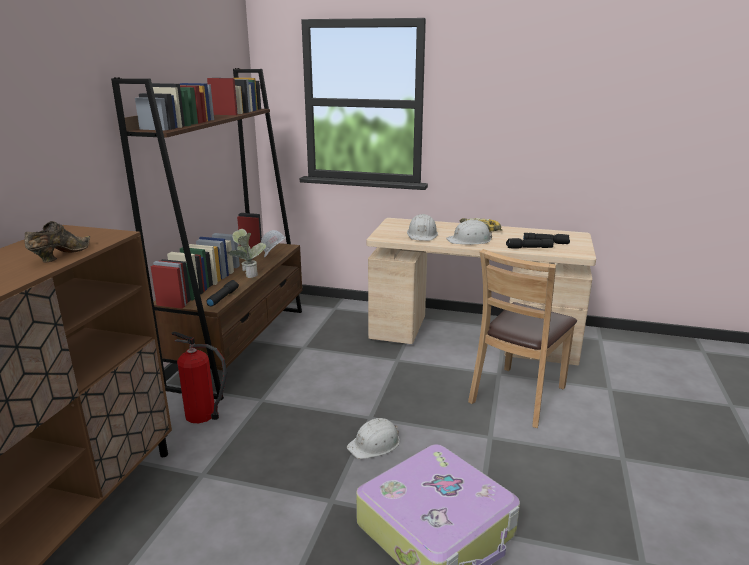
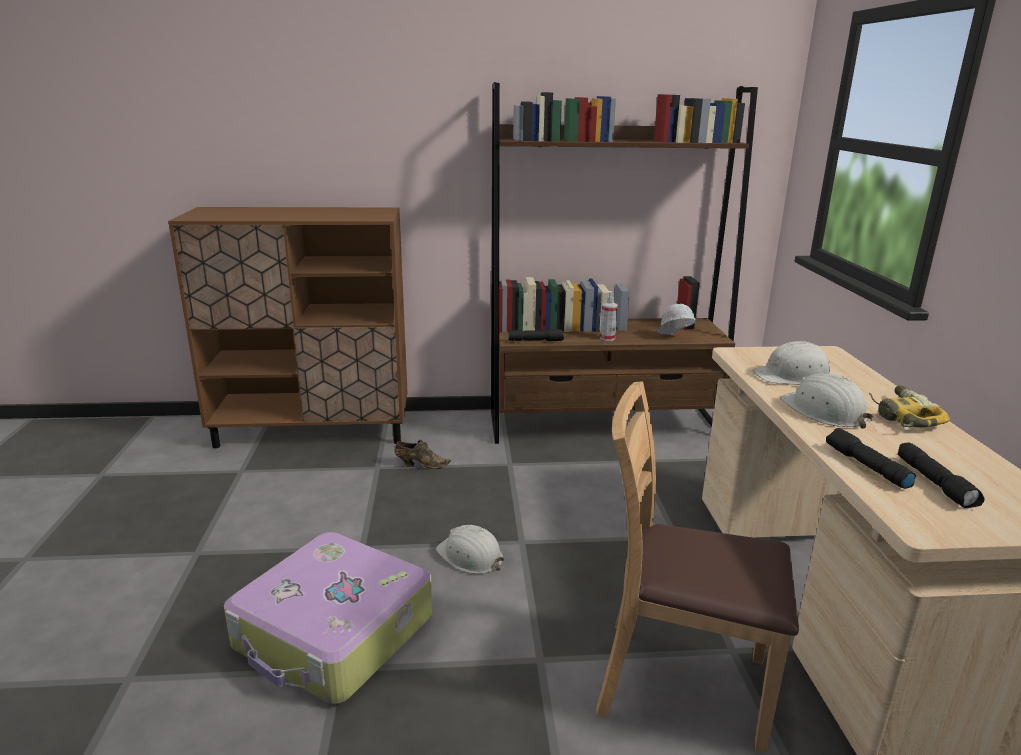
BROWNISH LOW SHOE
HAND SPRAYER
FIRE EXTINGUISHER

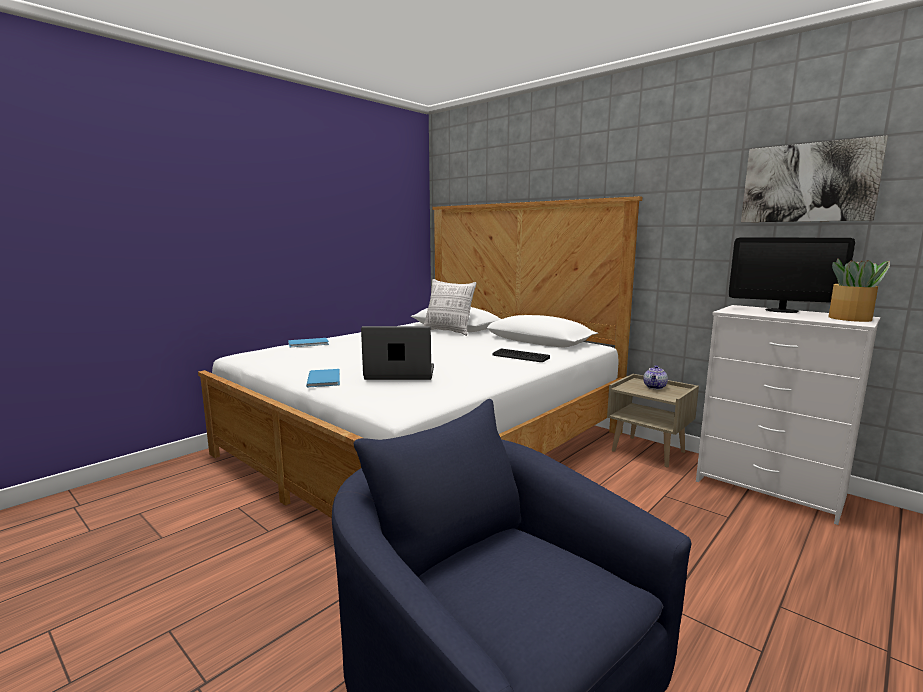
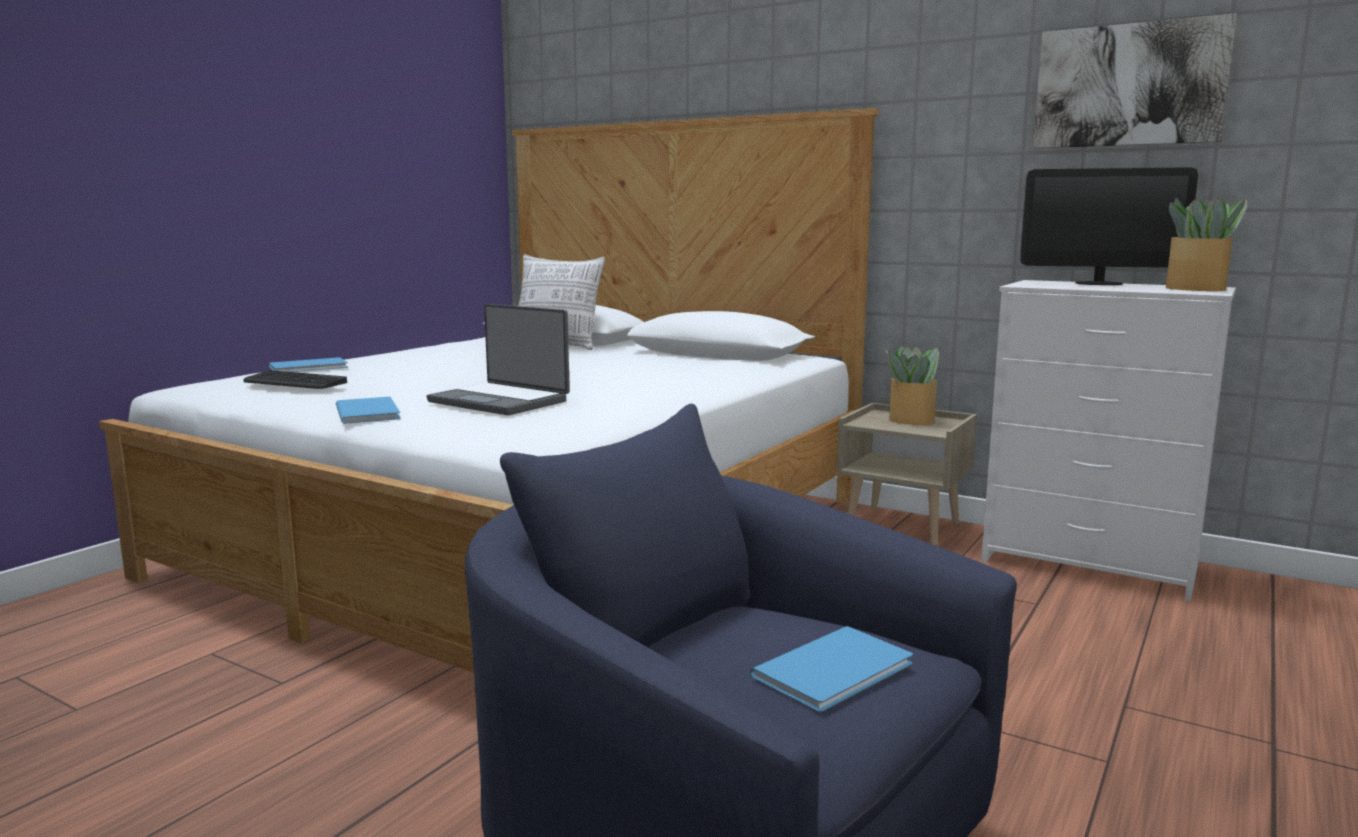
PC KEYBOARD
LAPTOP
BLUE-COLOURED BOUND BOOK (no. 3 from left)
PLANT IN A POT (no. 1 from left)

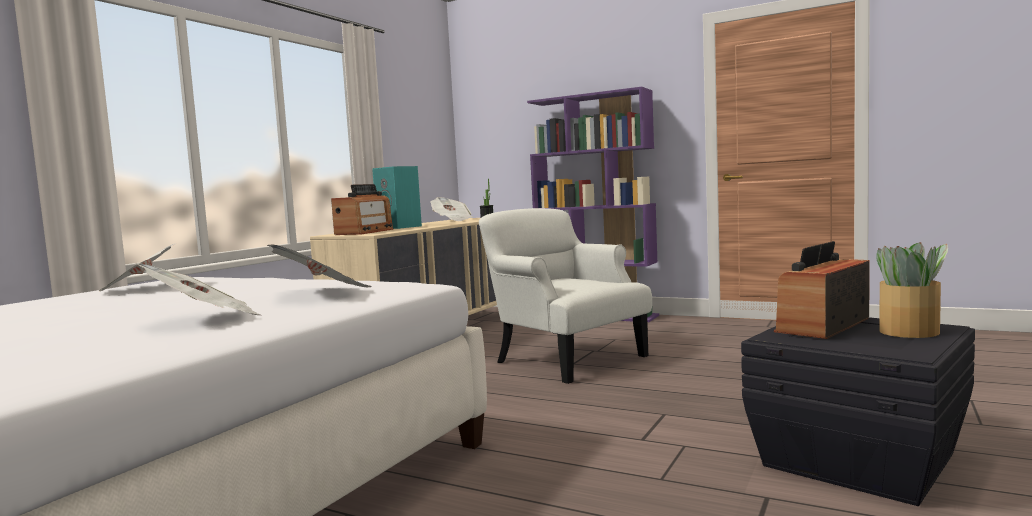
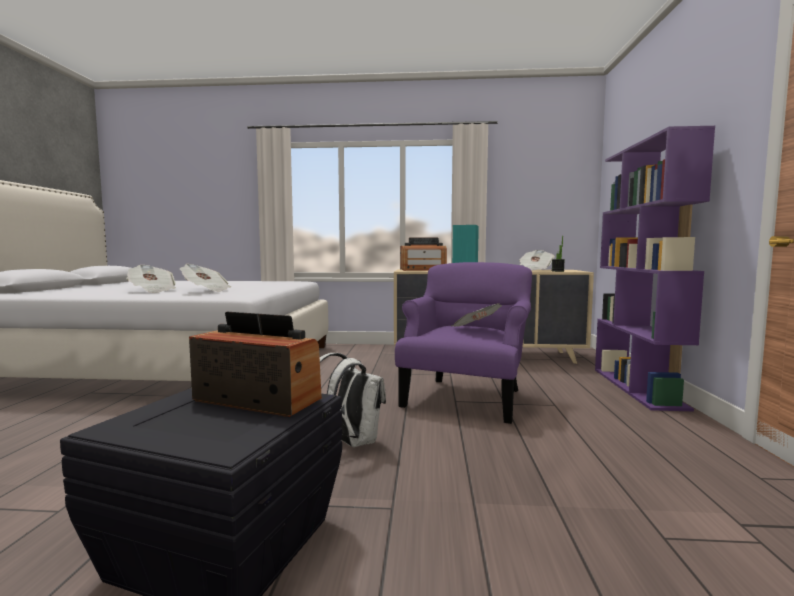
WHITE-COLOURED BACKPACK
PURPLE-COLOURED LOUNGE CHAIR
DAILY PAPER (no. 3 from left)
PLANT IN A POT (no. 2 from left in the first image)

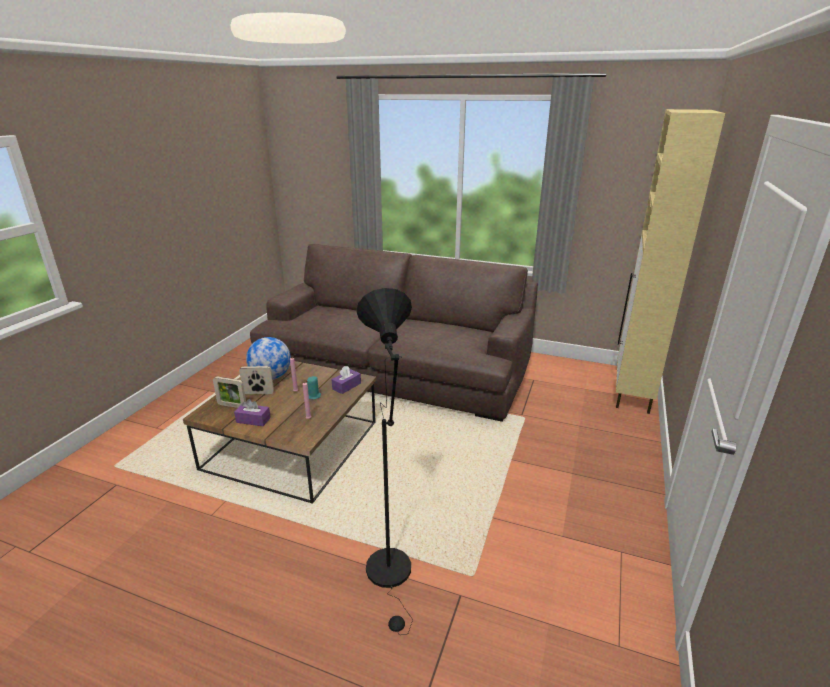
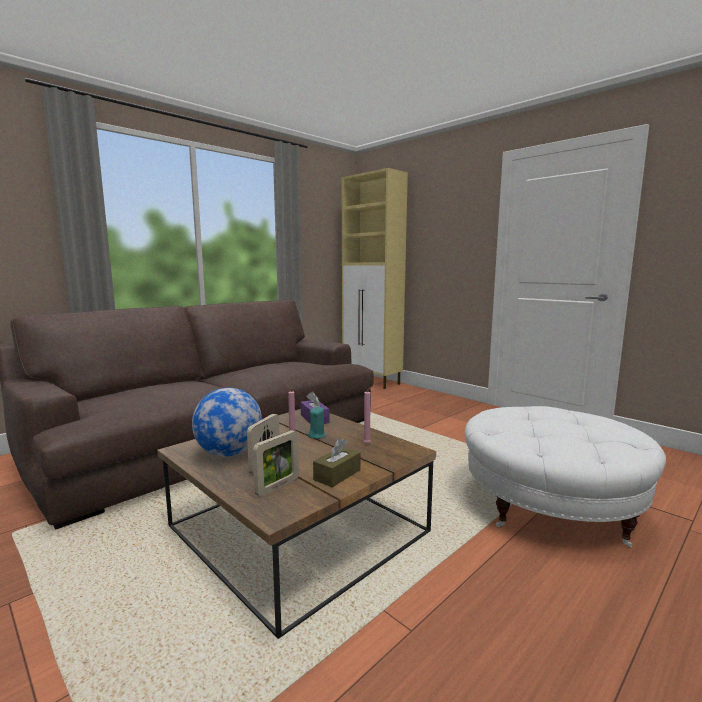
BROWNISH TISSUE BOX
WHITE-COLOURED FOOTREST

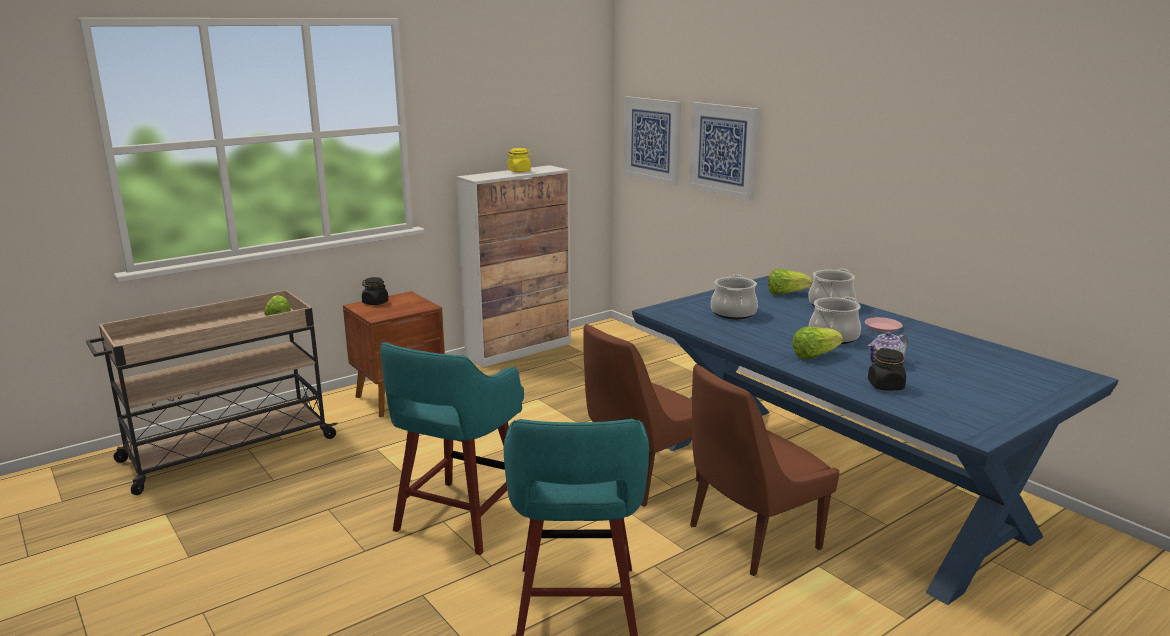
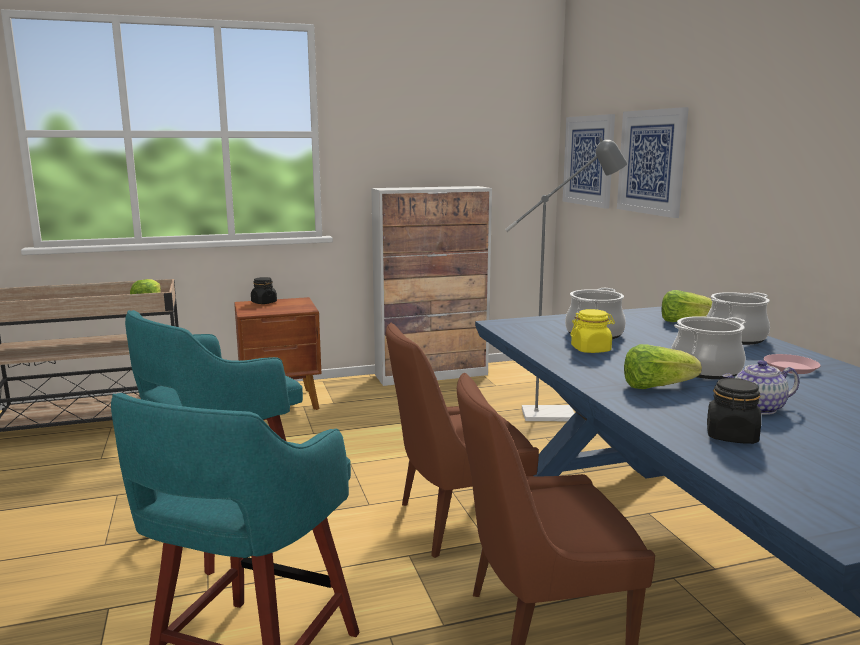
GREYISH STANDARD LAMP
YELLOWISH STORAGE JAR

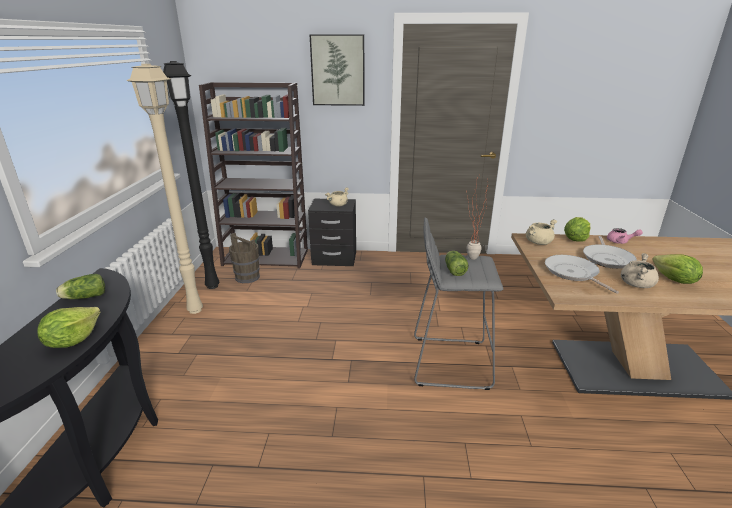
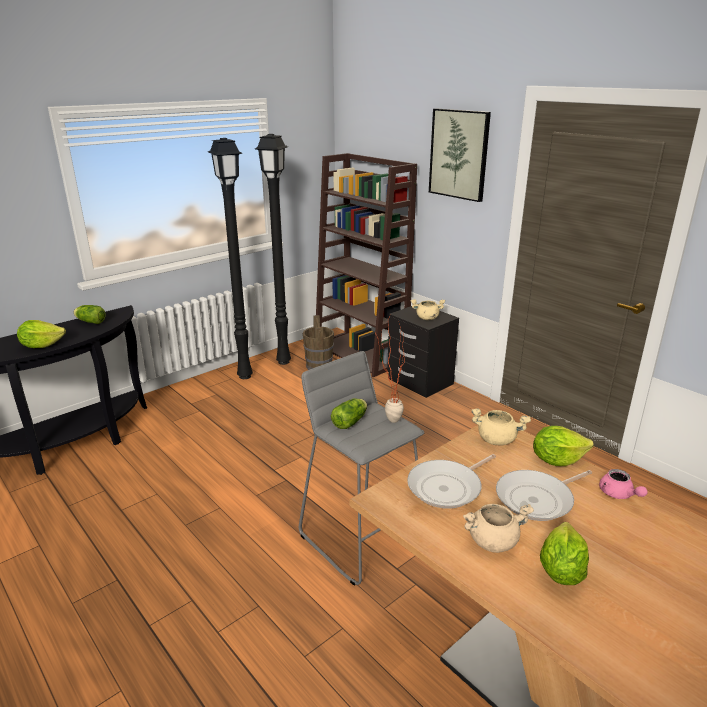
BLACK-COLOURED STANDARD LAMP (no. 1 from left)
FRYING PAN (no. 1 from left)

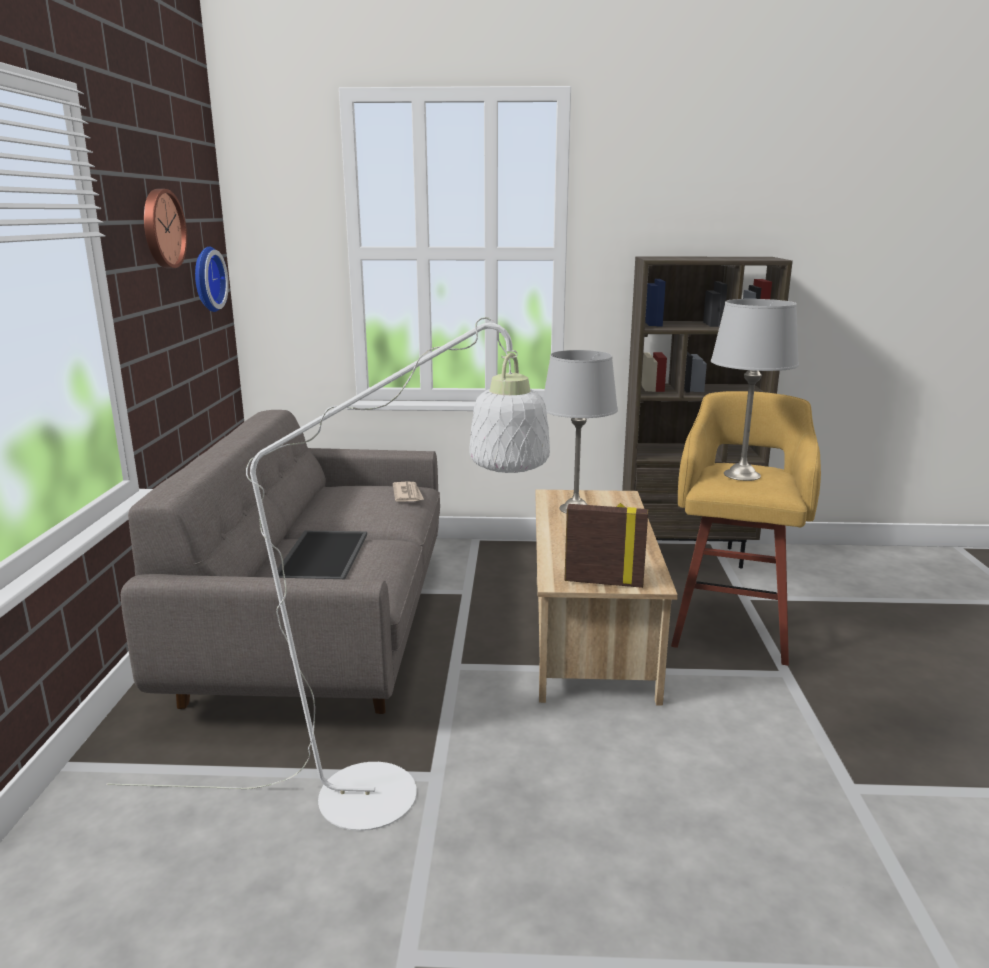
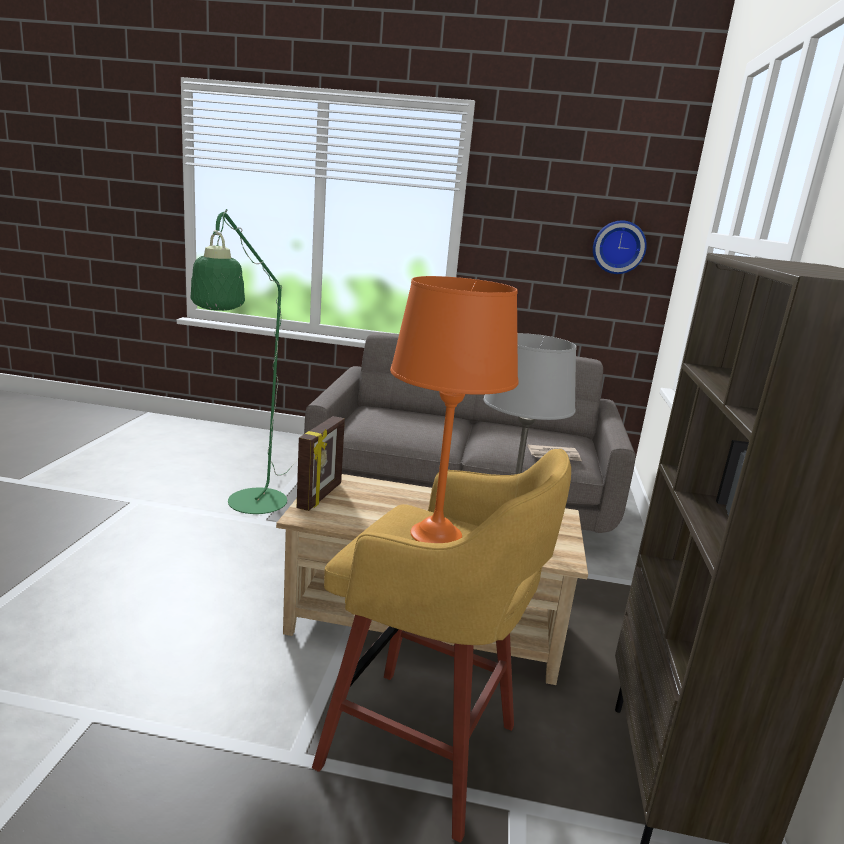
GREEN-COLOURED STANDARD LAMP
ORANGEY TABLETOP LAMP
CLOCK ON THE WALL (no. 1 from left in the first image)
CARRYING TRAY

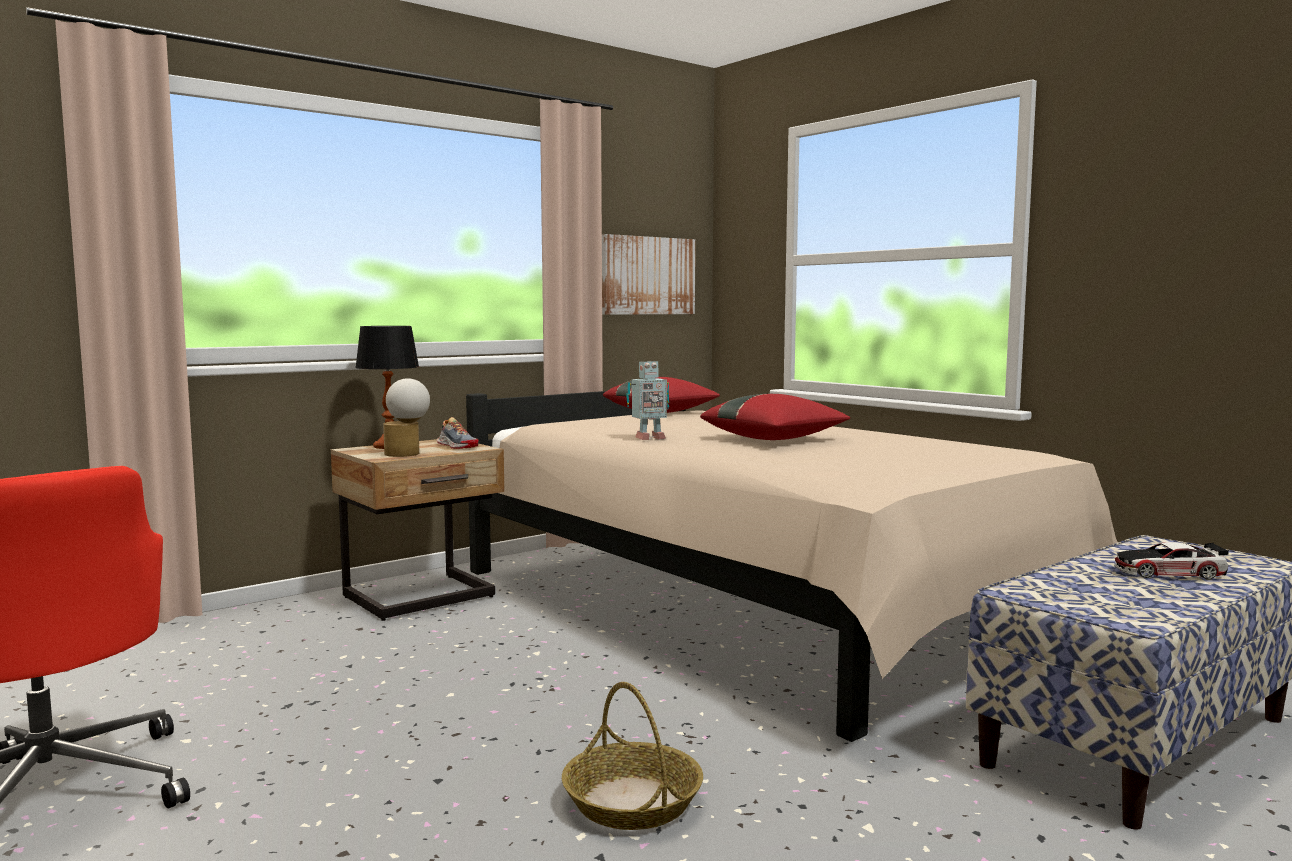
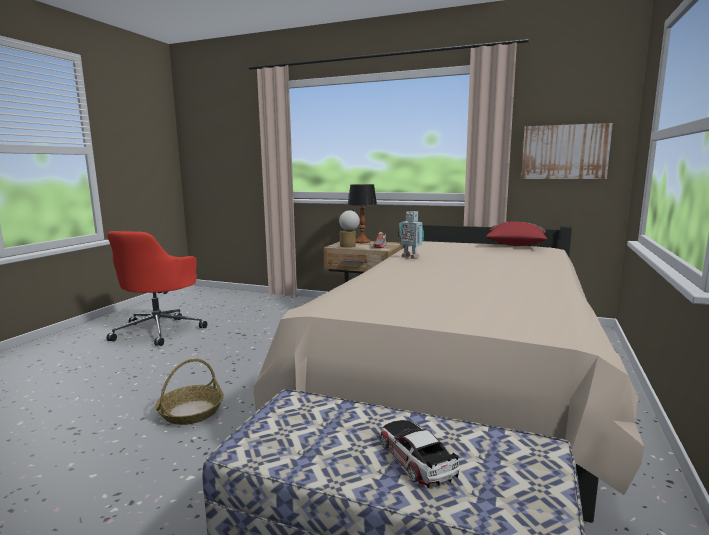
RED-COLOURED PILLOW (no. 2 from left in the first image)

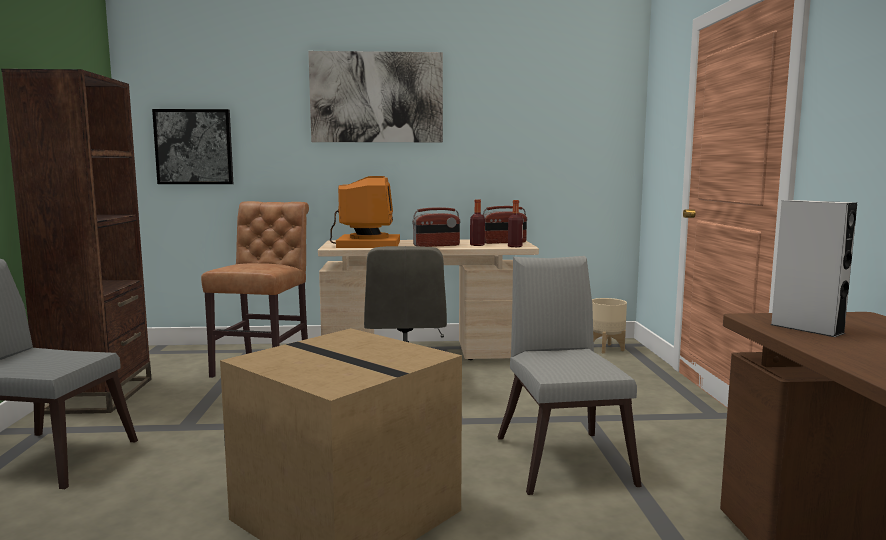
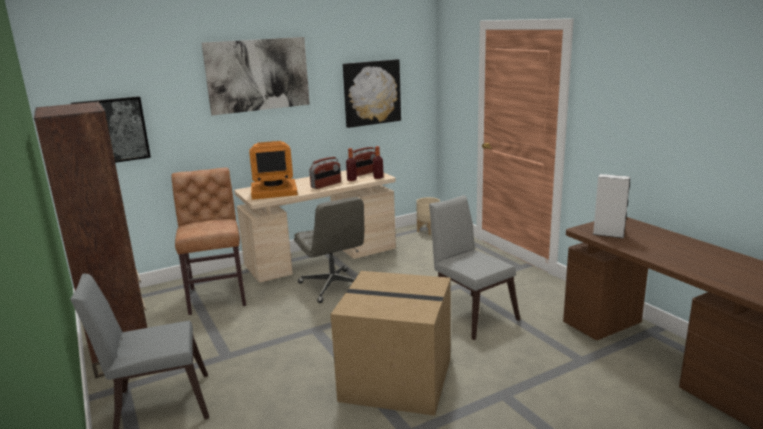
COMPUTER DISPLAY
PICTURE (no. 3 from left)

